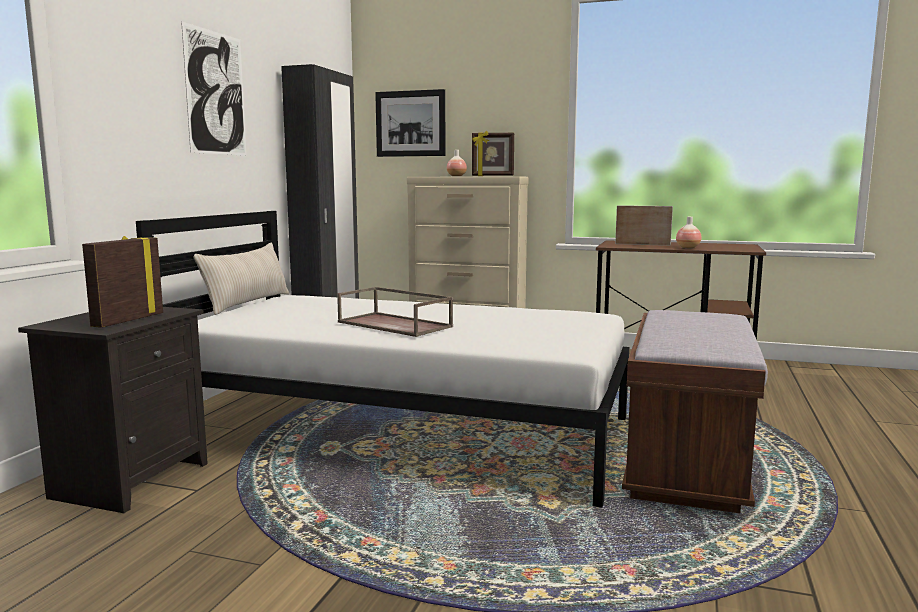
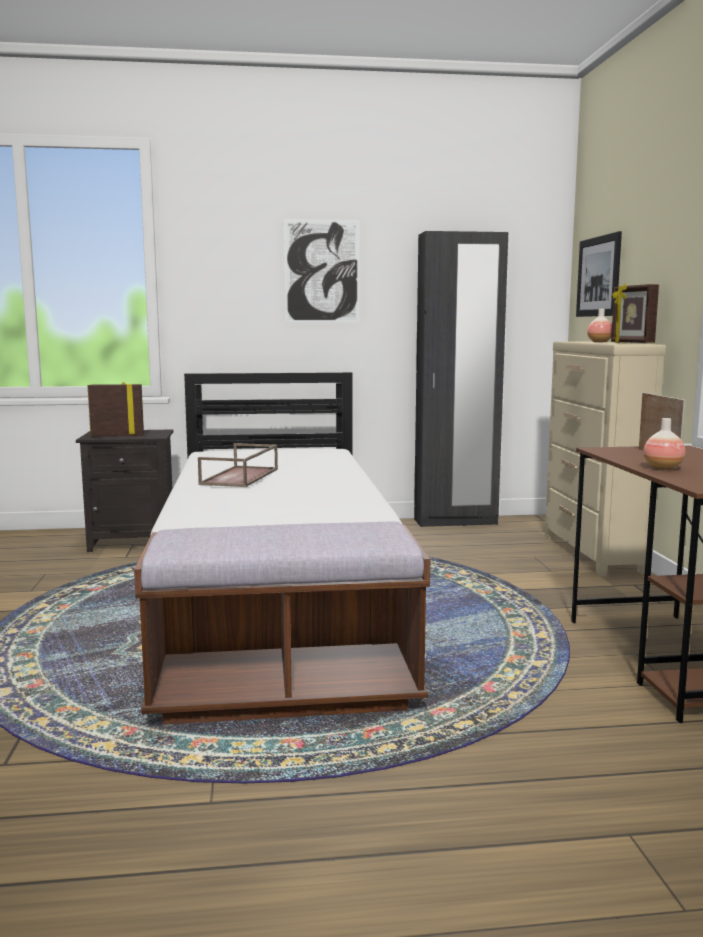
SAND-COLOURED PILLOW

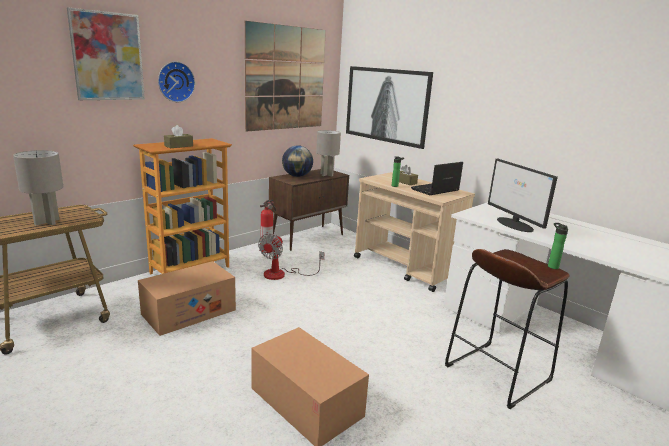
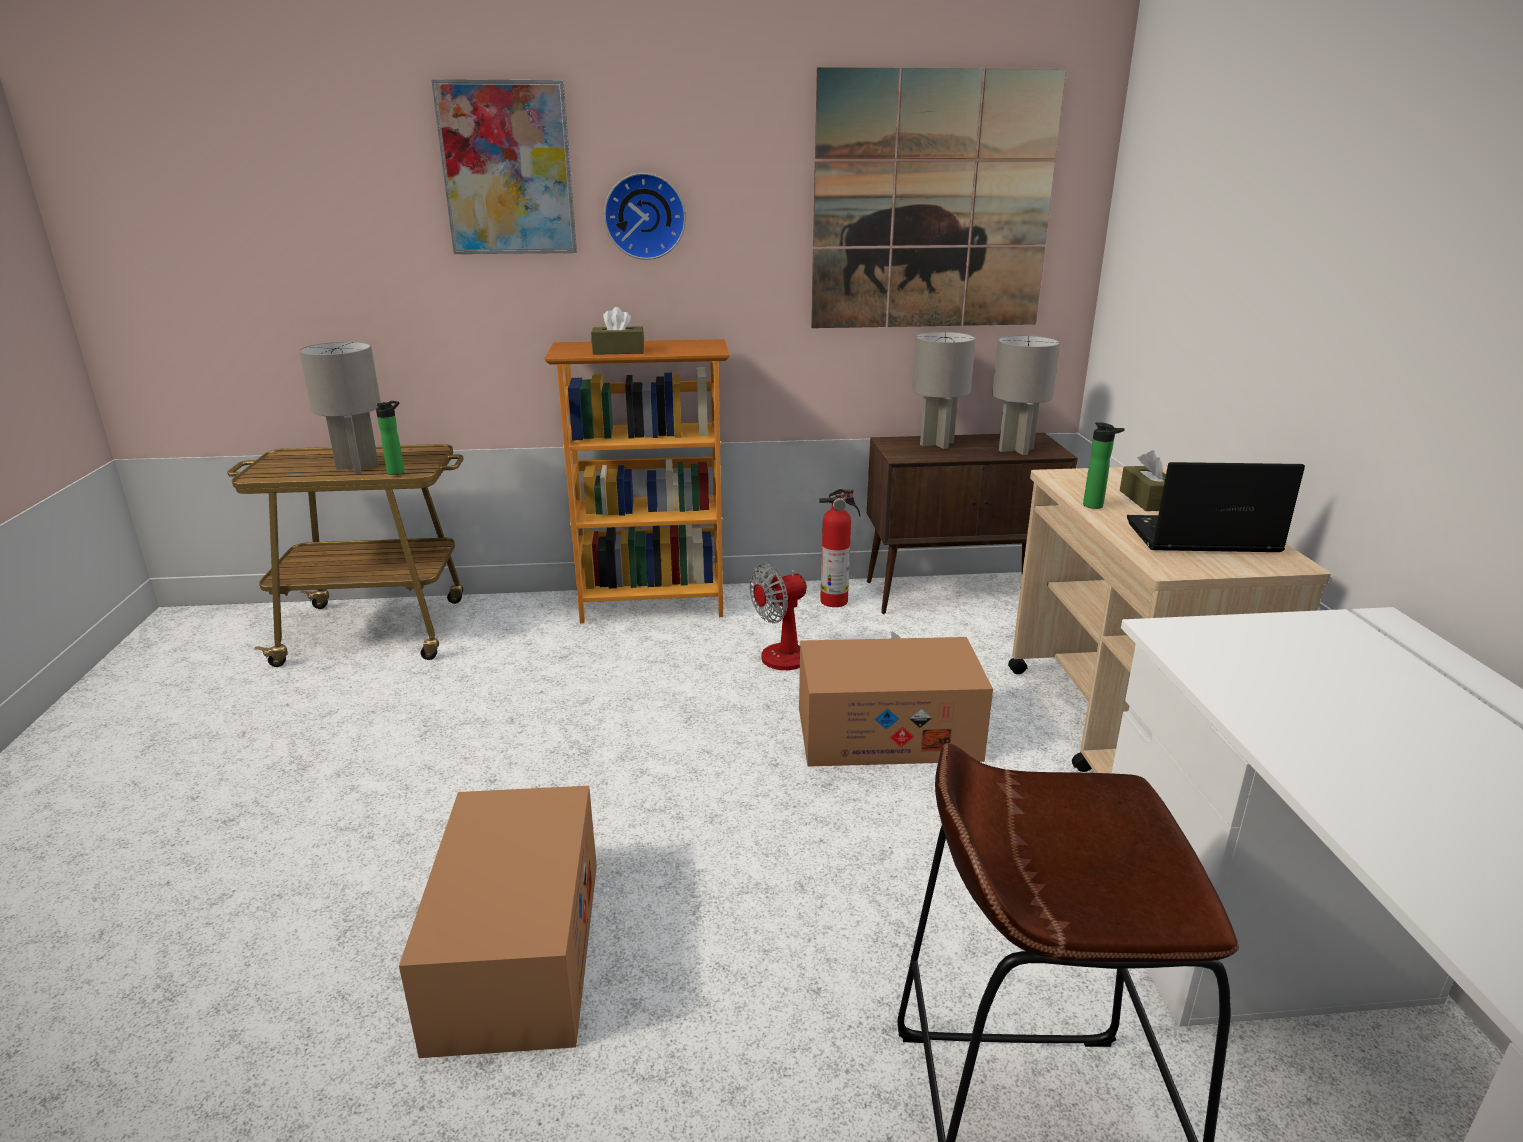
BOTTLE (no. 1 from left)
CARTON (no. 2 from left)
GREYISH TABLETOP LAMP (no. 2 from left)
PICTURE (no. 3 from left in the first image)
COMPUTER DISPLAY

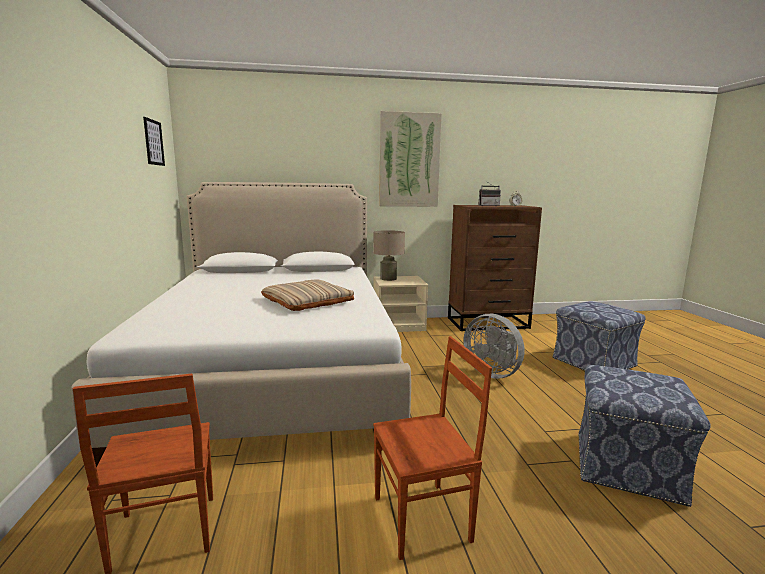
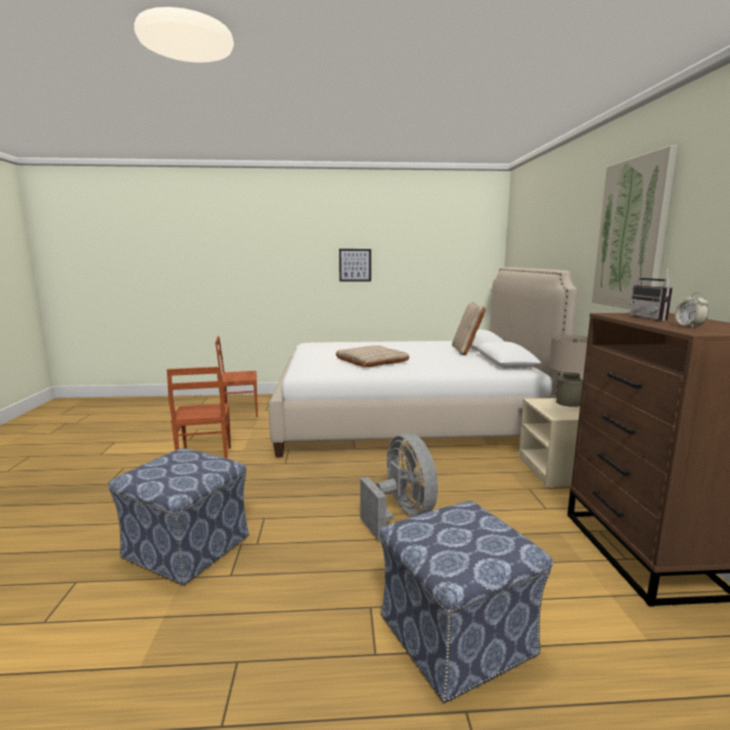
PICTURE (no. 1 from left)
GREYISH ELECTRIC FAN
SAND-COLOURED PILLOW (no. 2 from left)

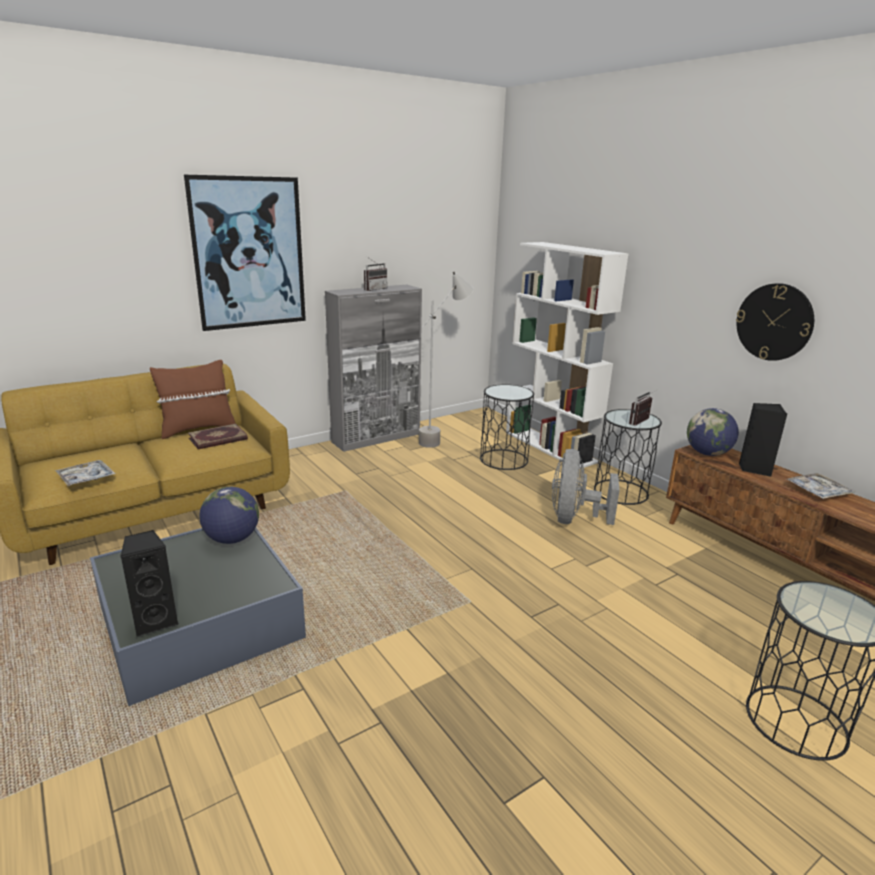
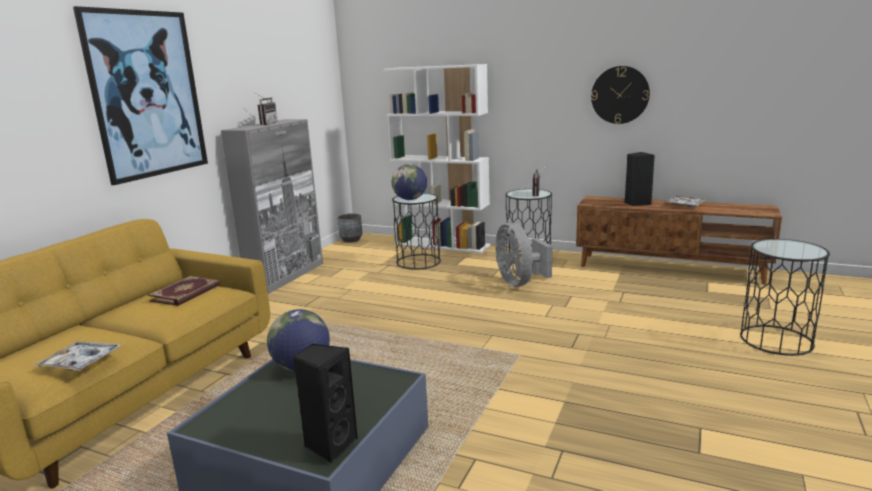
GREYISH PLANT POT
GLOBE (no. 2 from left)
BROWNISH PILLOW
GREYISH STANDARD LAMP

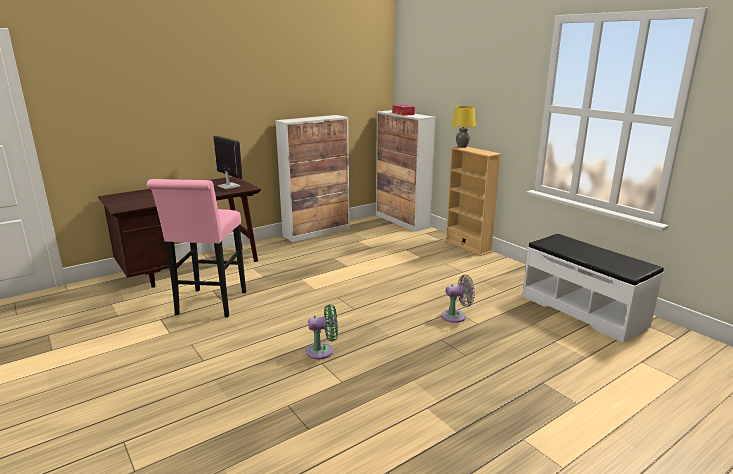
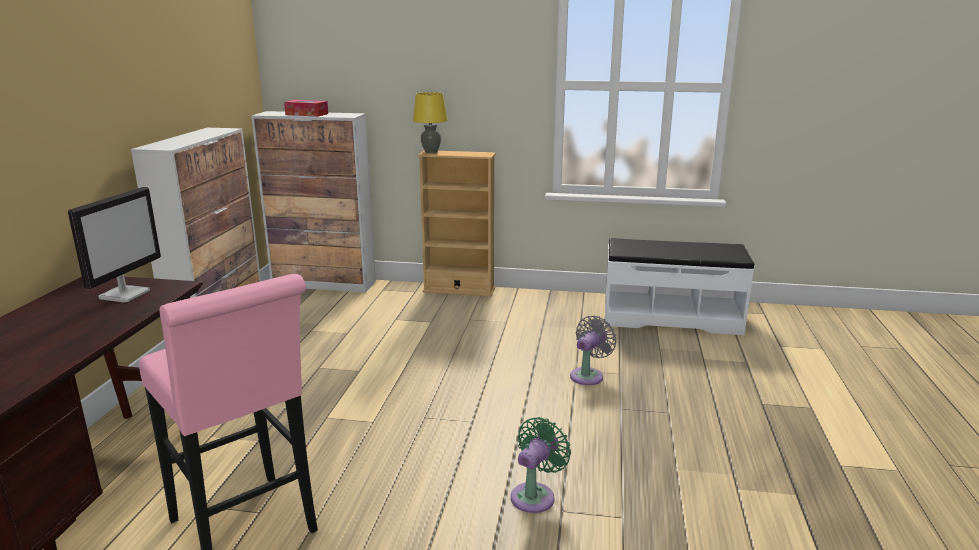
COMPUTER DISPLAY

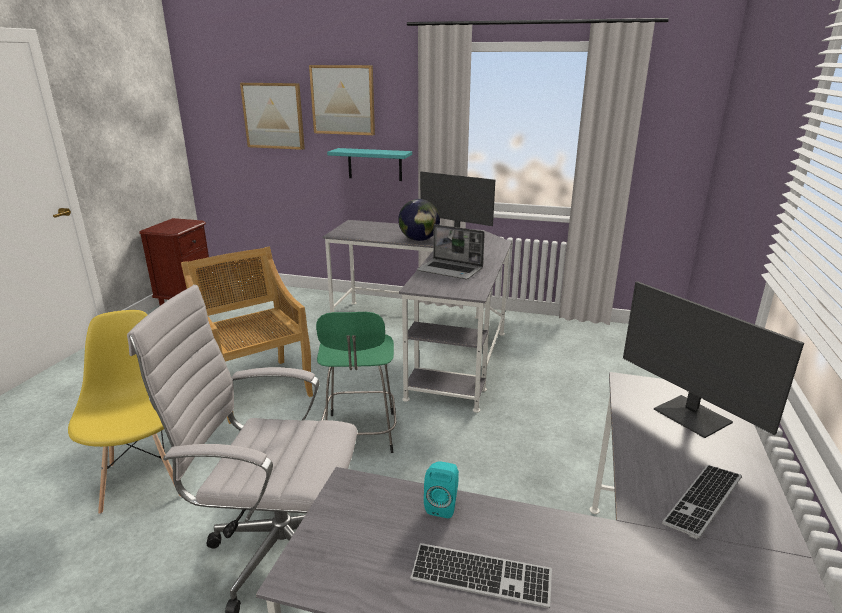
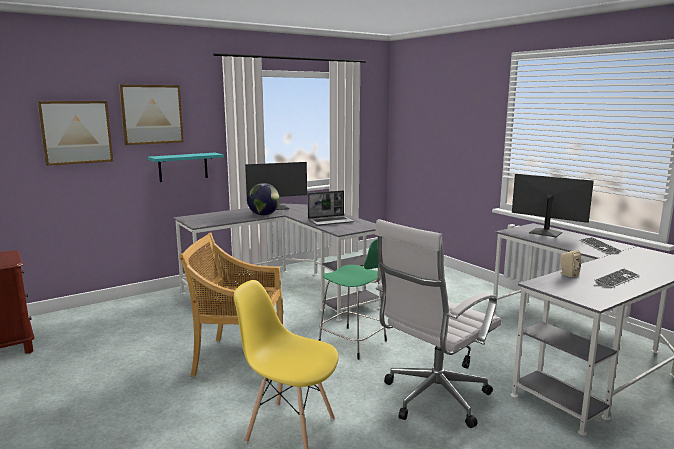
COMPUTER DISPLAY (no. 2 from left)
SAND-COLOURED SPEAKER

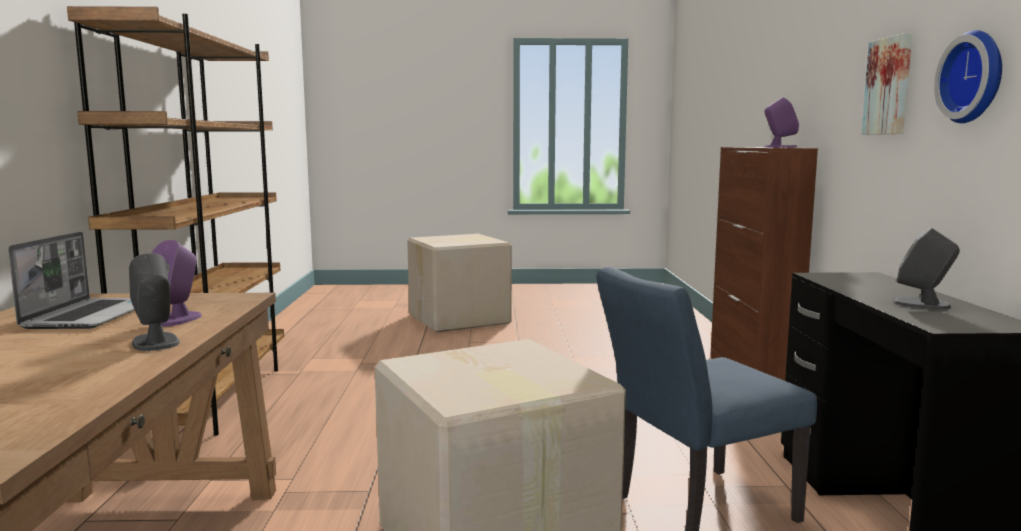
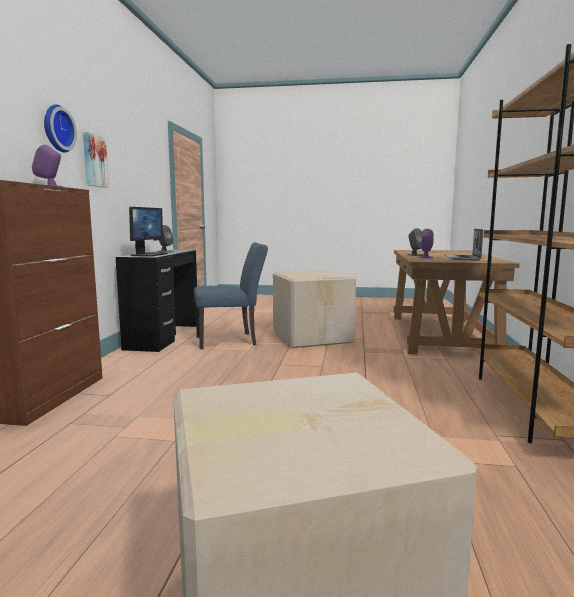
CLOCK ON THE WALL
COMPUTER DISPLAY

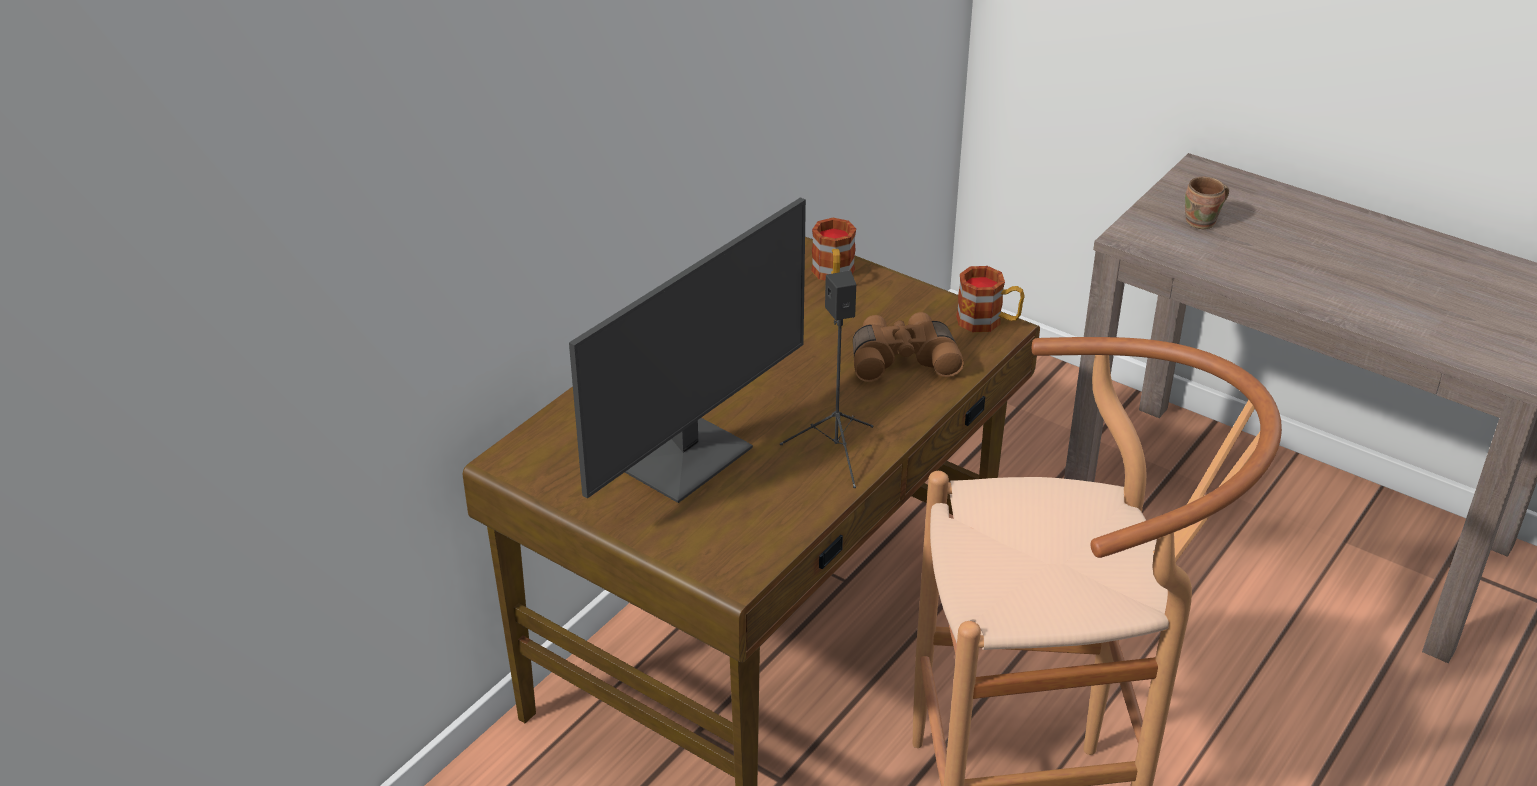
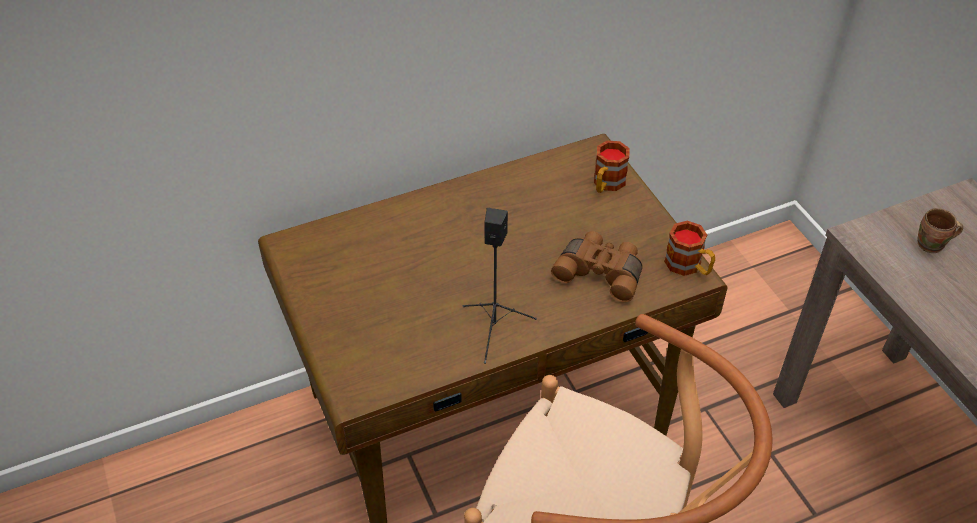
COMPUTER DISPLAY

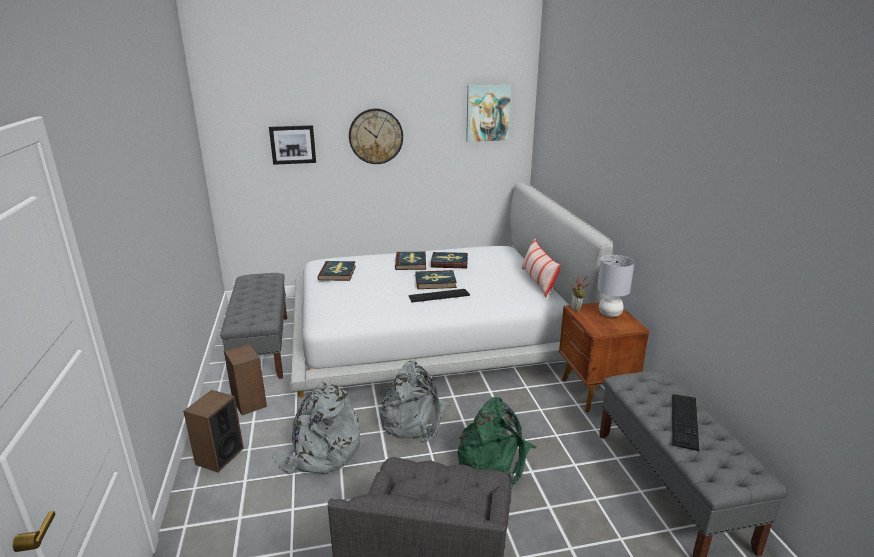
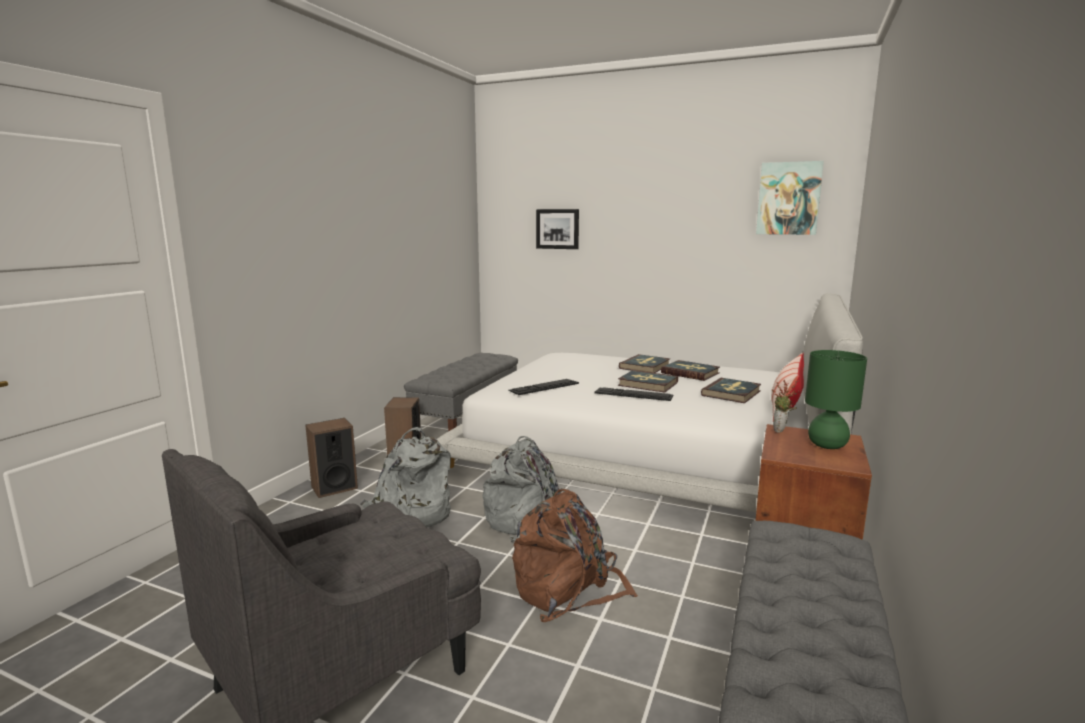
PC KEYBOARD (no. 1 from left)
BROWNISH BACKPACK
BOUND BOOK (no. 4 from left)
GREEN-COLOURED TABLETOP LAMP
CLOCK ON THE WALL

